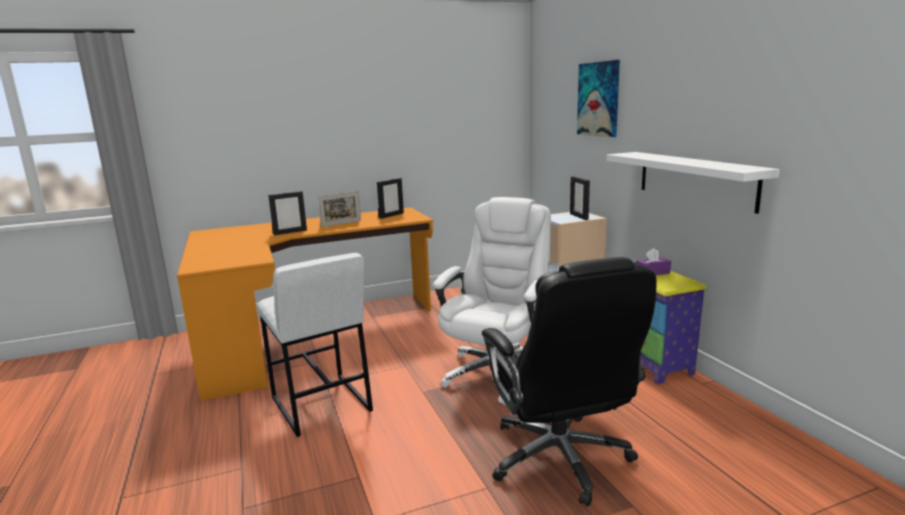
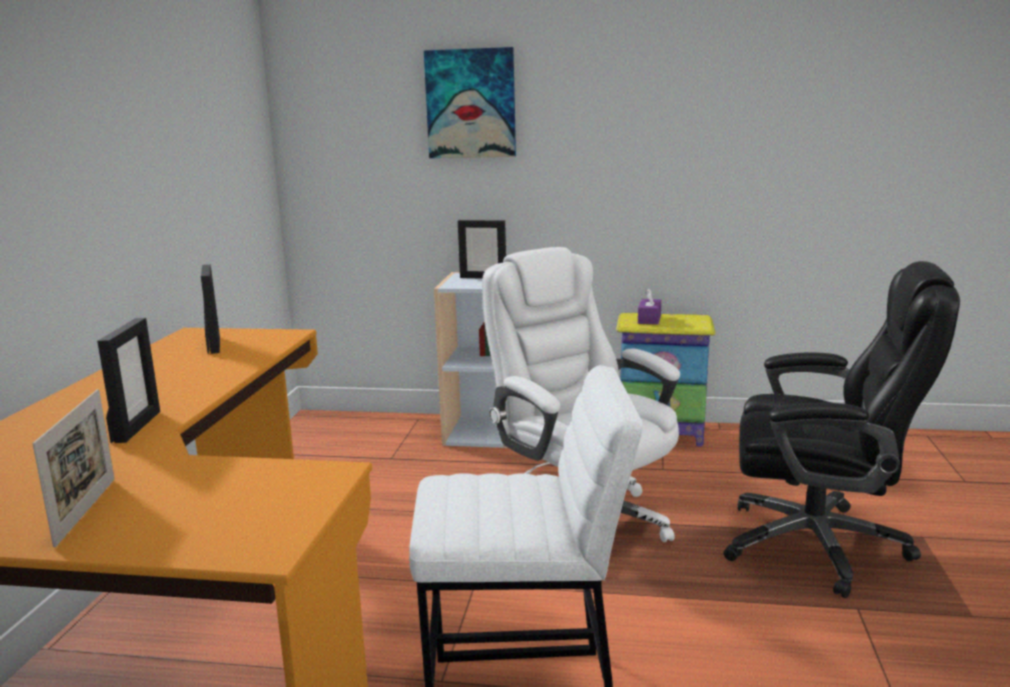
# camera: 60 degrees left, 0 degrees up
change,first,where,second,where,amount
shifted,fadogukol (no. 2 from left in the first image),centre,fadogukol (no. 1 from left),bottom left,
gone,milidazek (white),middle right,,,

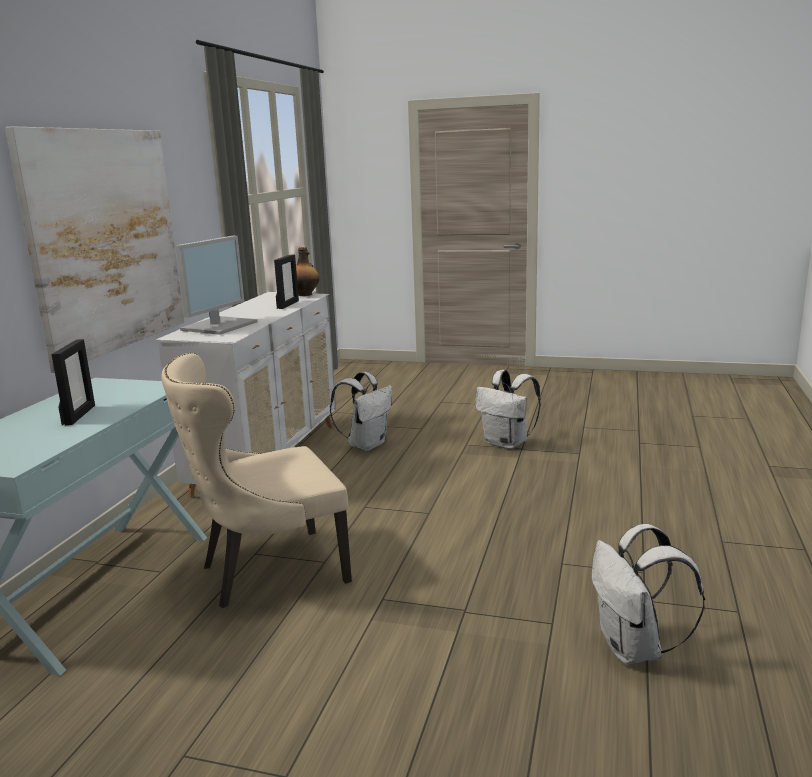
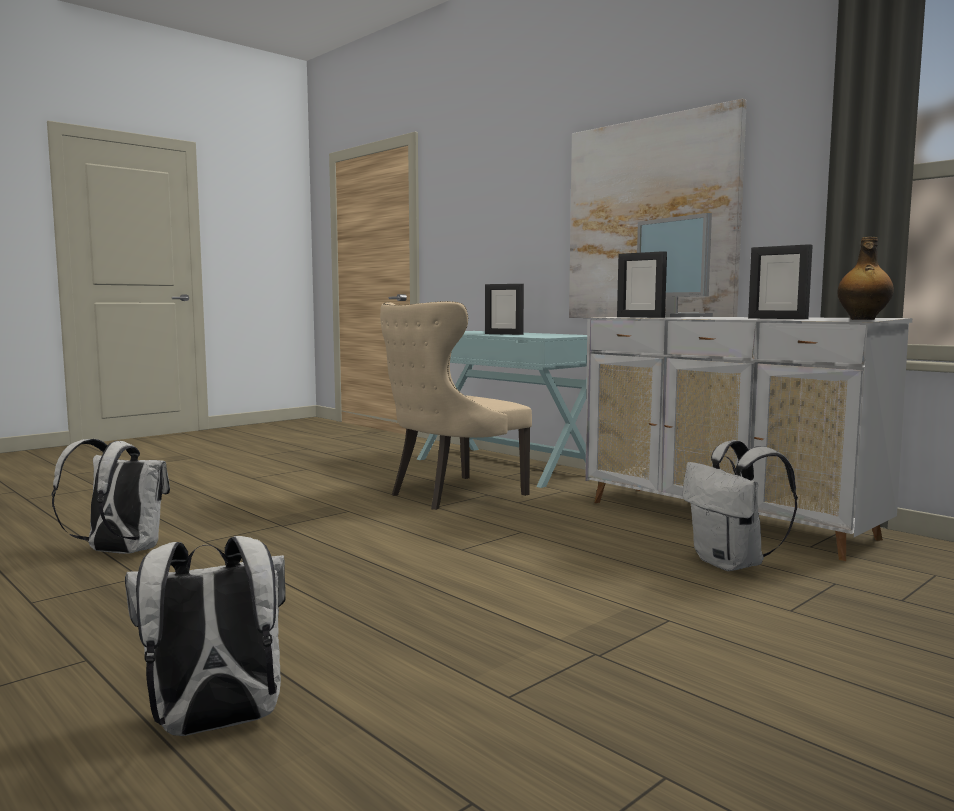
# camera: 120 degrees right, 10 degrees down
change,first,where,second,where,amount
rotated,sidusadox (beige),middle left,,centre,135 degrees counterclockwise
shifted,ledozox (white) (no. 2 from left),centre,,bottom left,
new,,,fadogukol (no. 2 from left),middle right,

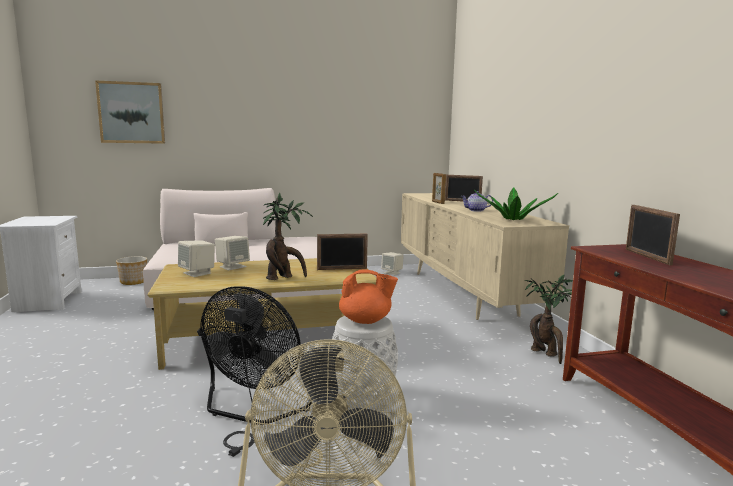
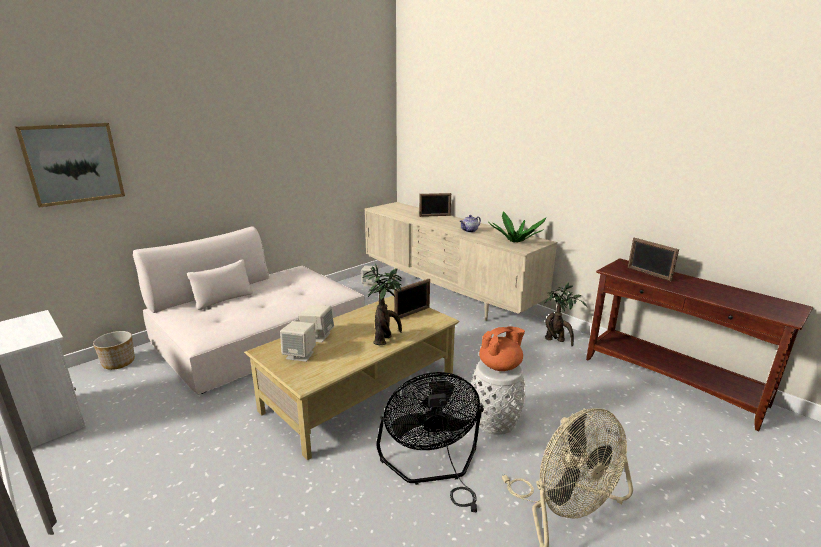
# camera: 30 degrees left, 10 degrees up
change,first,where,second,where,amount
gone,fadogukol (no. 2 from left),centre,,,

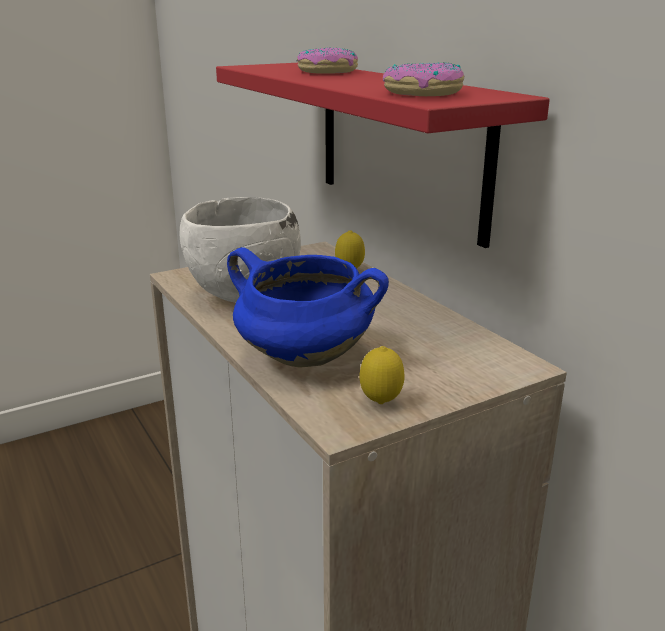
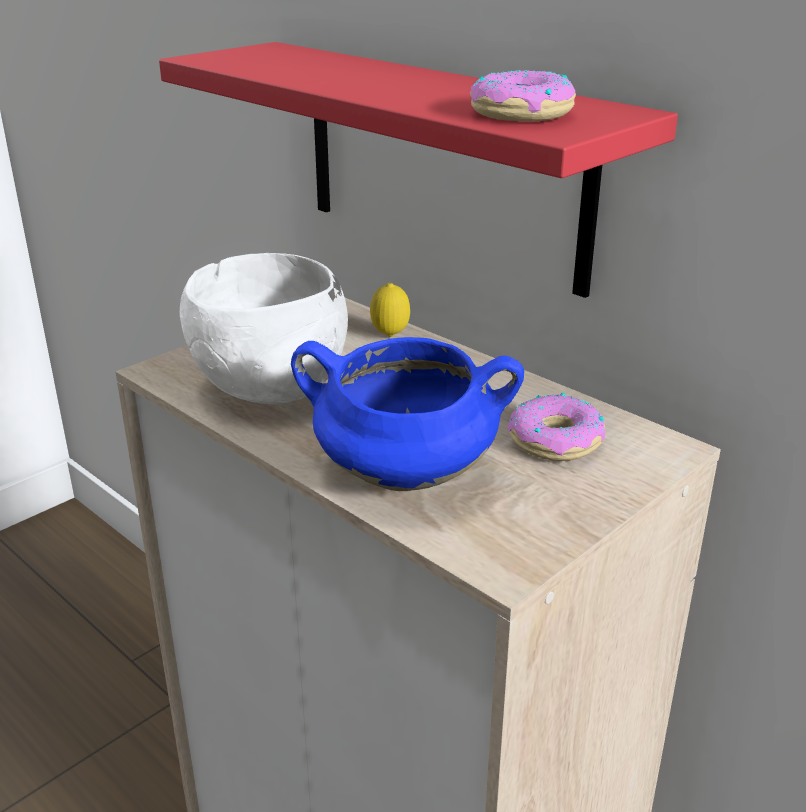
# camera: 15 degrees left, 5 degrees up
change,first,where,second,where,amount
shifted,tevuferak (no. 1 from left in the first image),top centre,tevuferak (no. 2 from left),middle right,
gone,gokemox (no. 2 from left),centre,,,

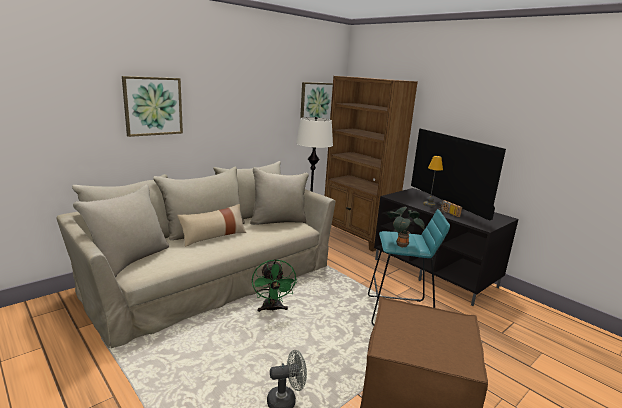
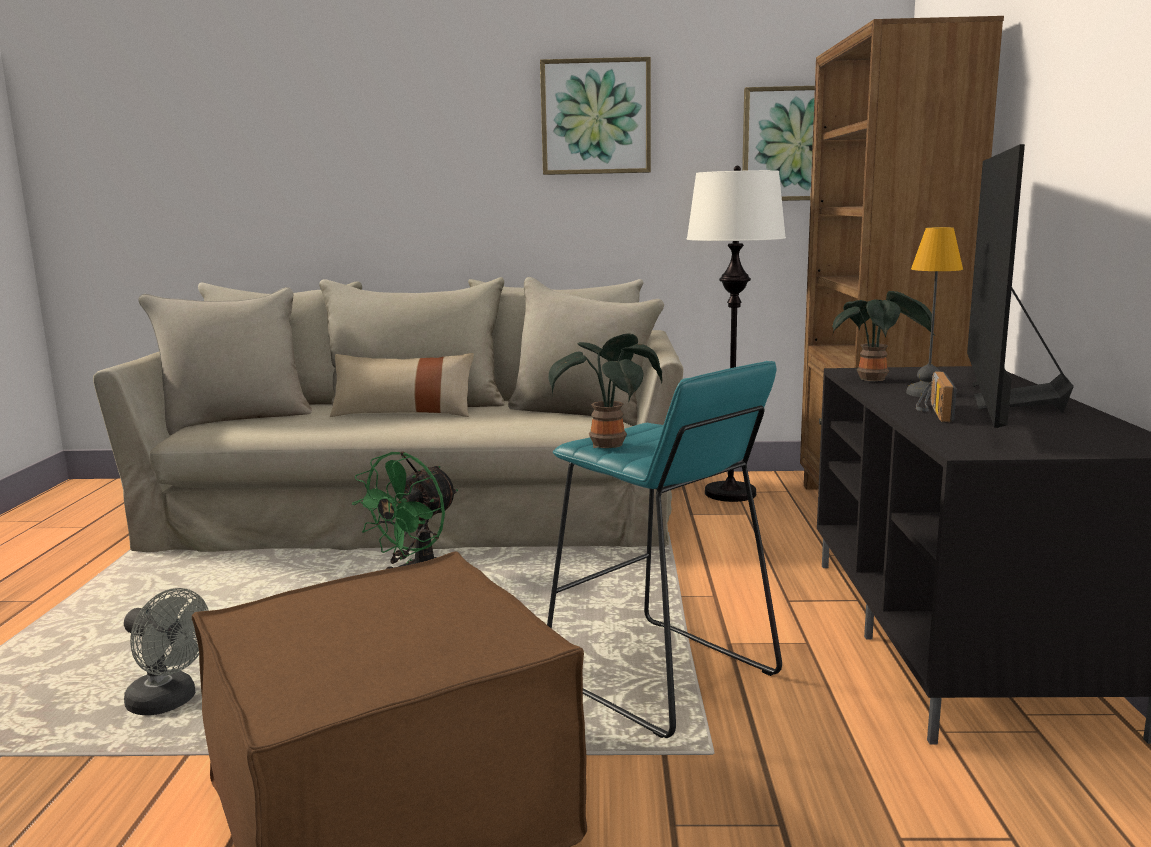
# camera: 45 degrees right, 5 degrees down
change,first,where,second,where,amount
shifted,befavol (no. 1 from left),top left,,top centre,
new,,,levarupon (no. 2 from left),middle right,

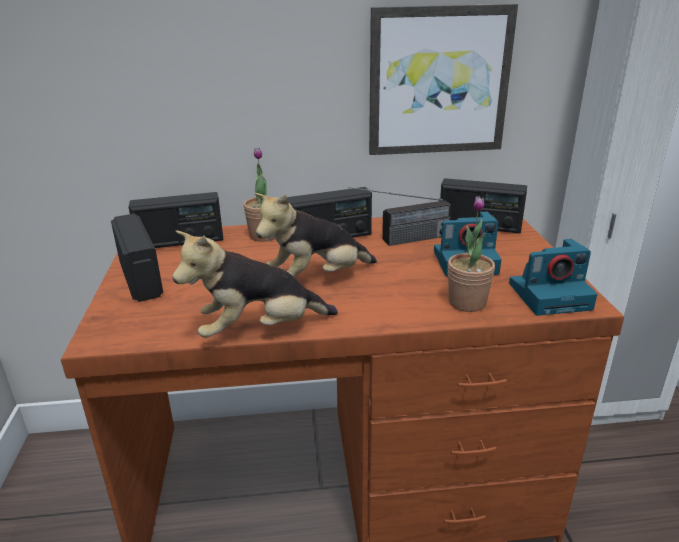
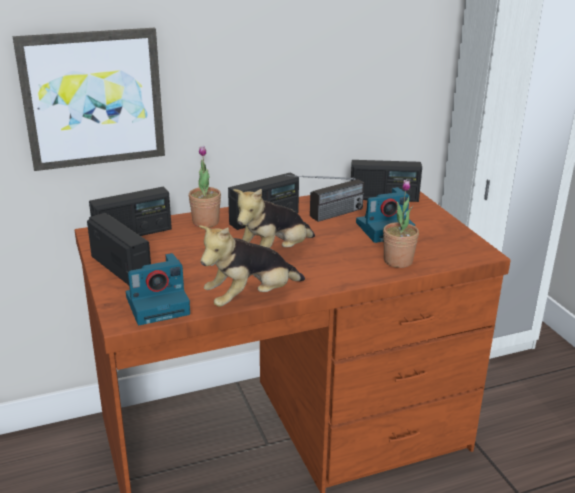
# camera: 15 degrees left, 0 degrees up
change,first,where,second,where,amount
shifted,befavol,top centre,,top left,
shifted,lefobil (no. 2 from left in the first image),middle right,lefobil (no. 1 from left),middle left,

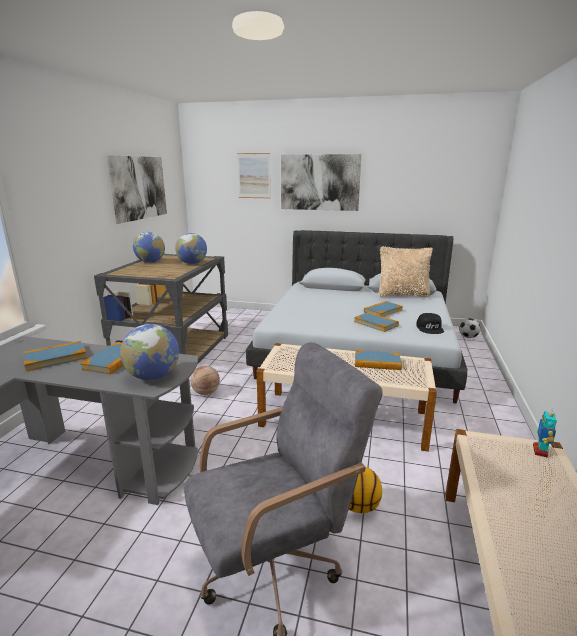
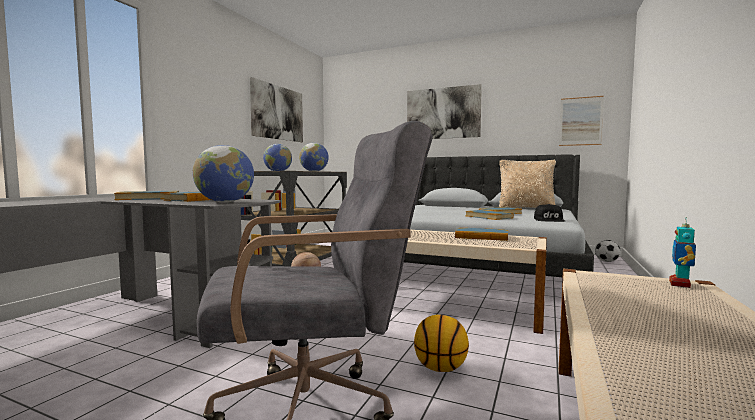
# camera: 10 degrees right, 15 degrees down
change,first,where,second,where,amount
shifted,befavol (no. 2 from left in the first image),top centre,befavol (no. 3 from left),top right,

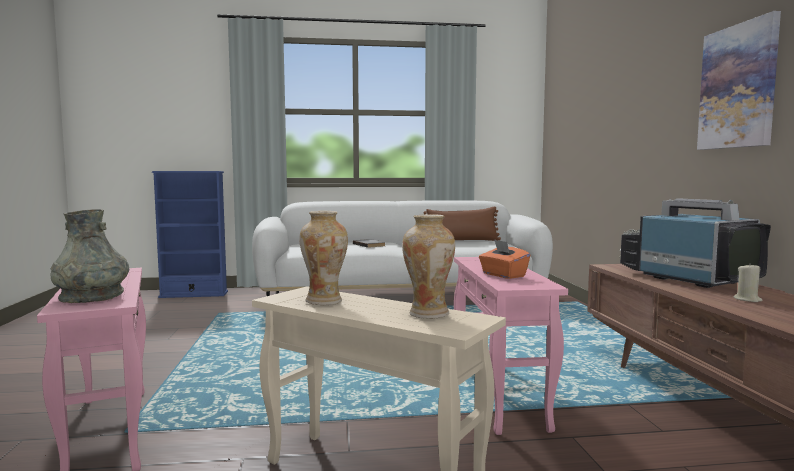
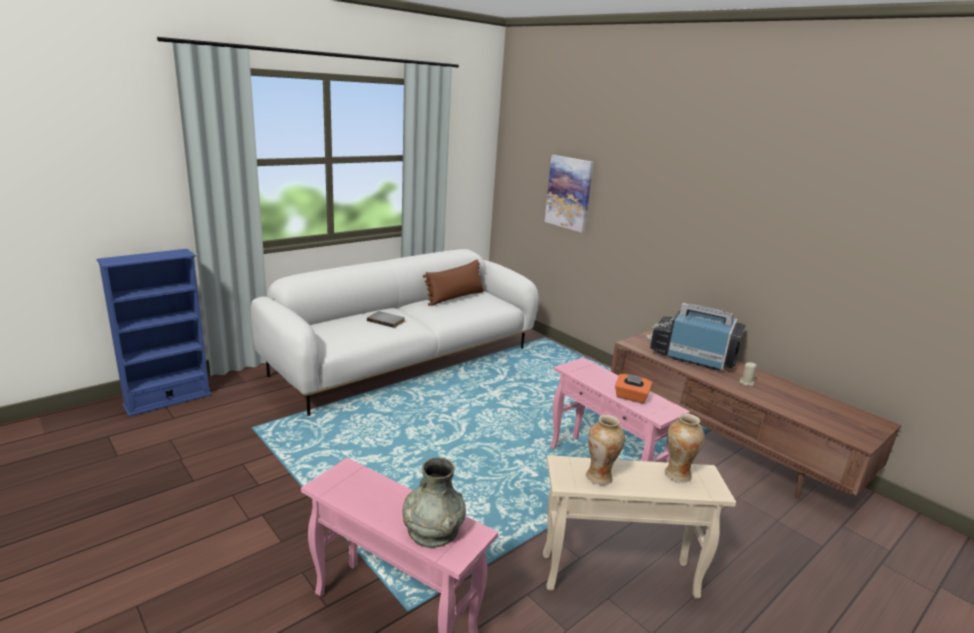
# camera: 35 degrees left, 15 degrees up
change,first,where,second,where,amount
shifted,befavol,top right,,top centre,

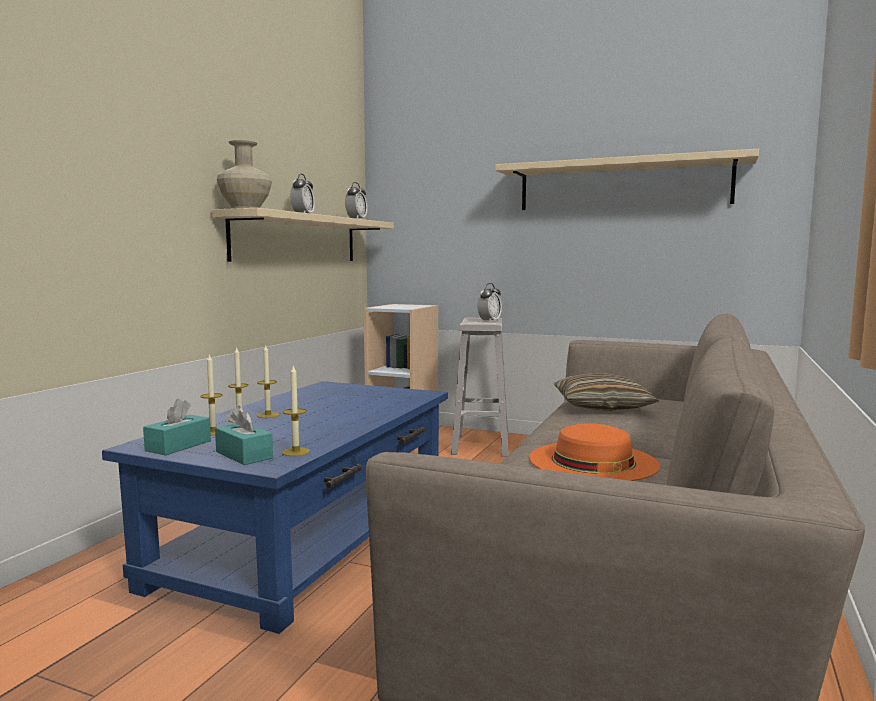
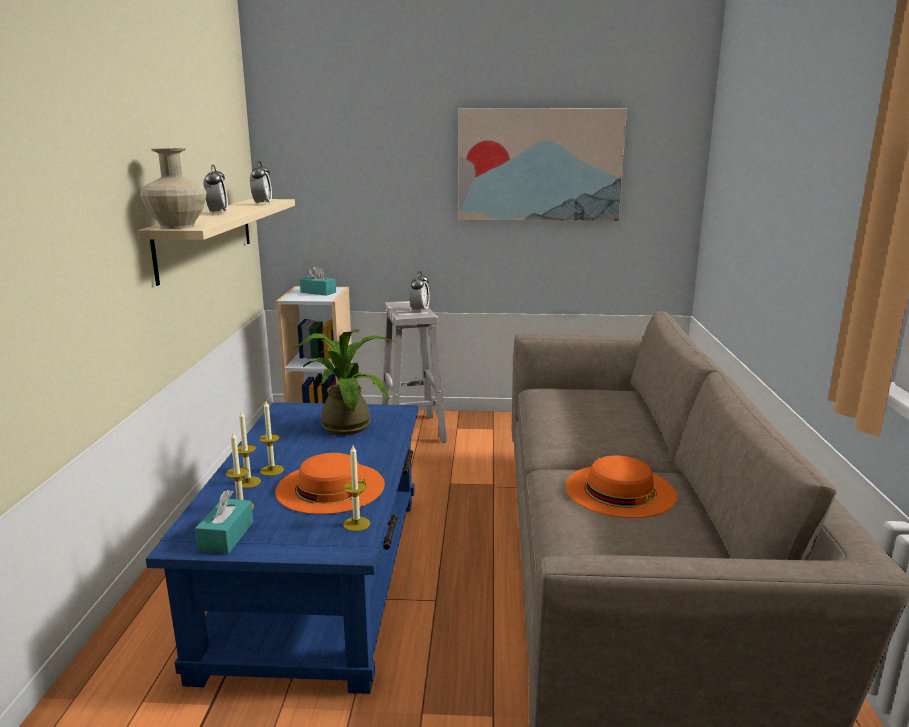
# camera: 20 degrees left, 10 degrees up
change,first,where,second,where,amount
shifted,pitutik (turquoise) (no. 2 from left),middle left,,centre,
swapped,milidazek (beige) (no. 2 from left),top right,befavol,top centre,
gone,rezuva,middle right,,,
new,,,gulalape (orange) (no. 1 from left),centre,
new,,,levarupon,centre,

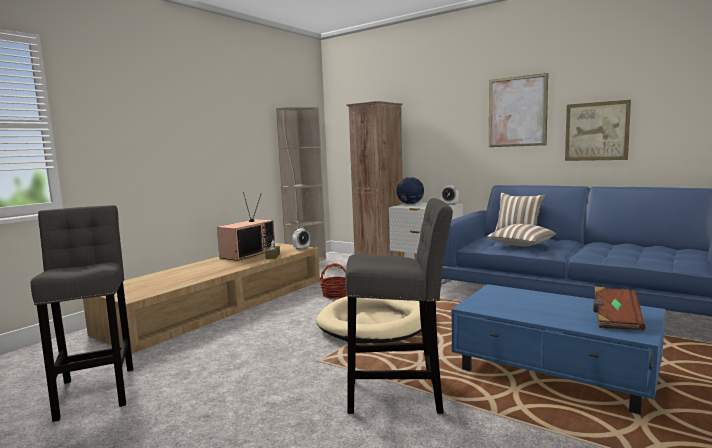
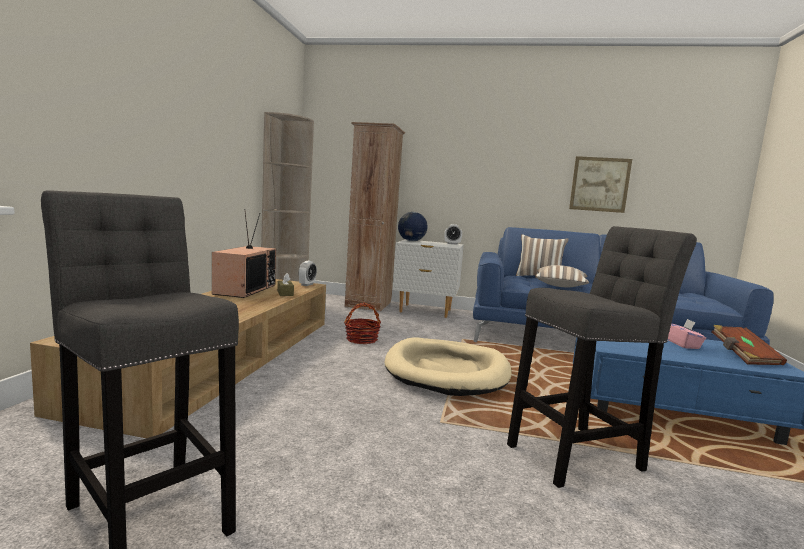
# camera: 25 degrees left, 0 degrees up
change,first,where,second,where,amount
gone,befavol (no. 1 from left),top right,,,
new,,,pitutik (pink),middle right,

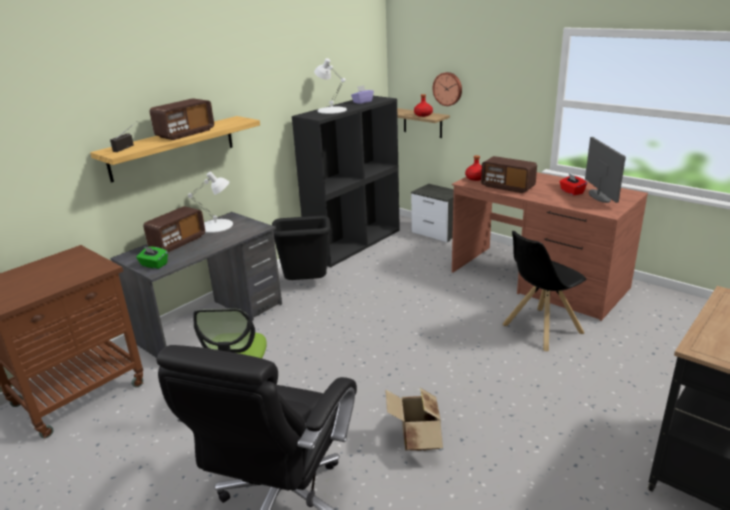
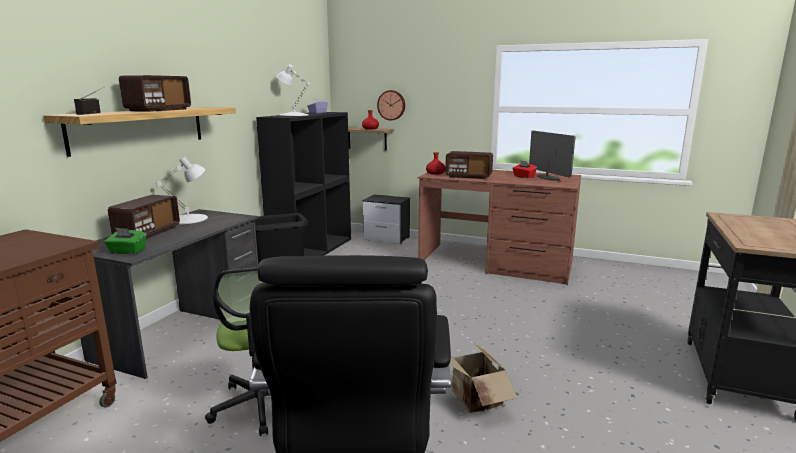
# camera: 20 degrees left, 10 degrees down
change,first,where,second,where,amount
gone,sidusadox (black),middle right,,,

